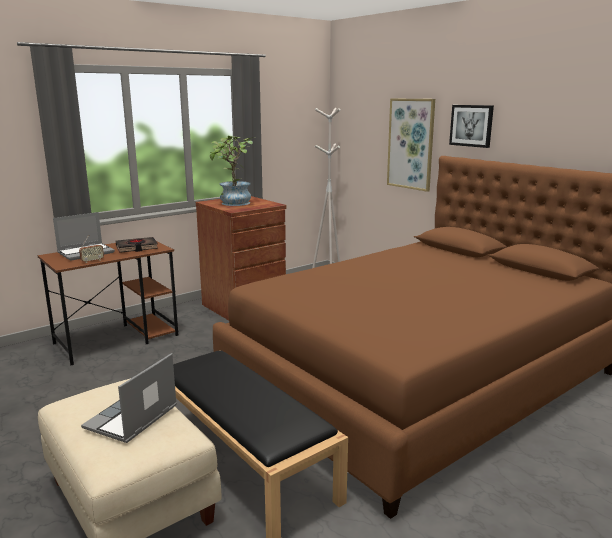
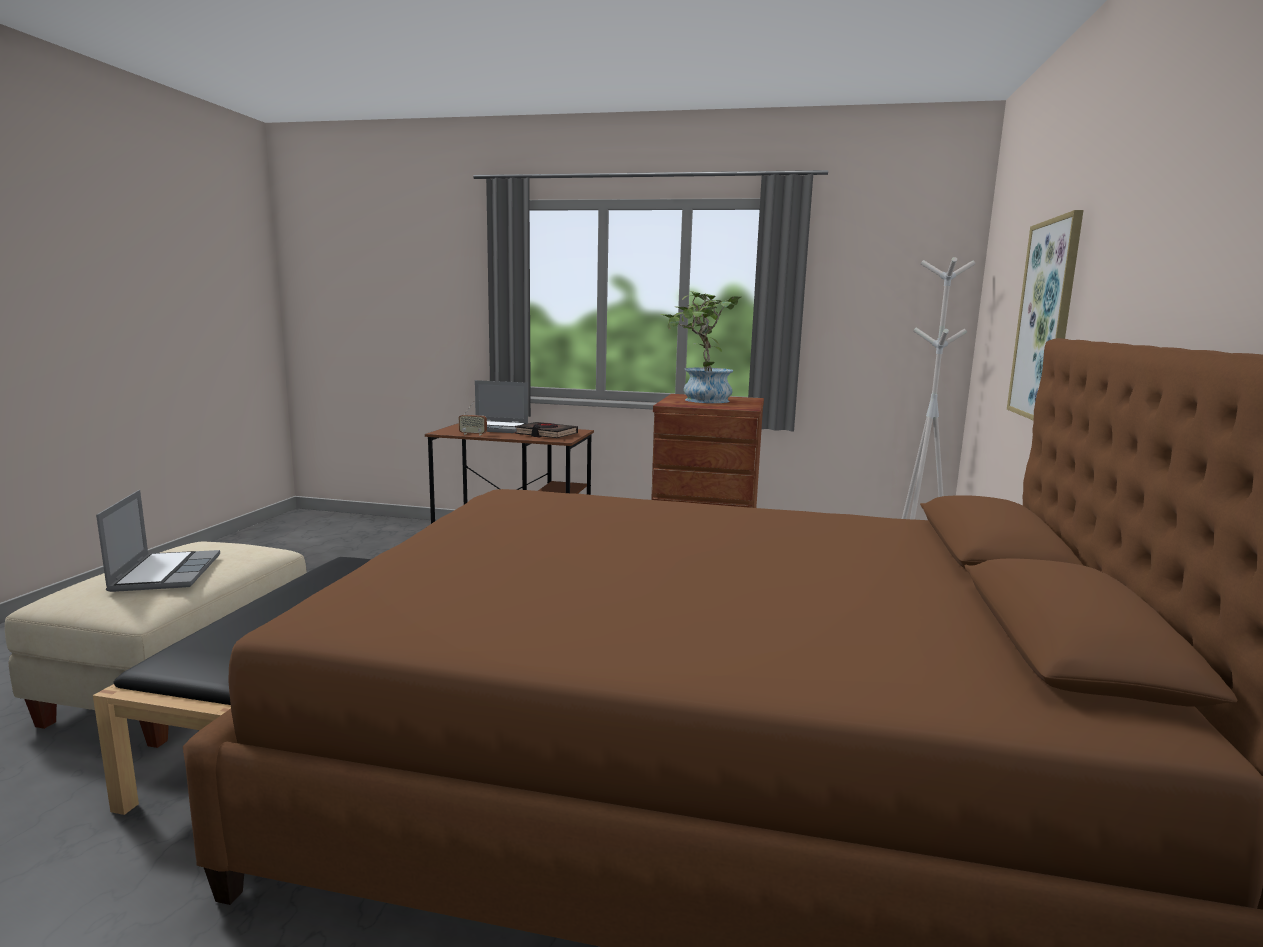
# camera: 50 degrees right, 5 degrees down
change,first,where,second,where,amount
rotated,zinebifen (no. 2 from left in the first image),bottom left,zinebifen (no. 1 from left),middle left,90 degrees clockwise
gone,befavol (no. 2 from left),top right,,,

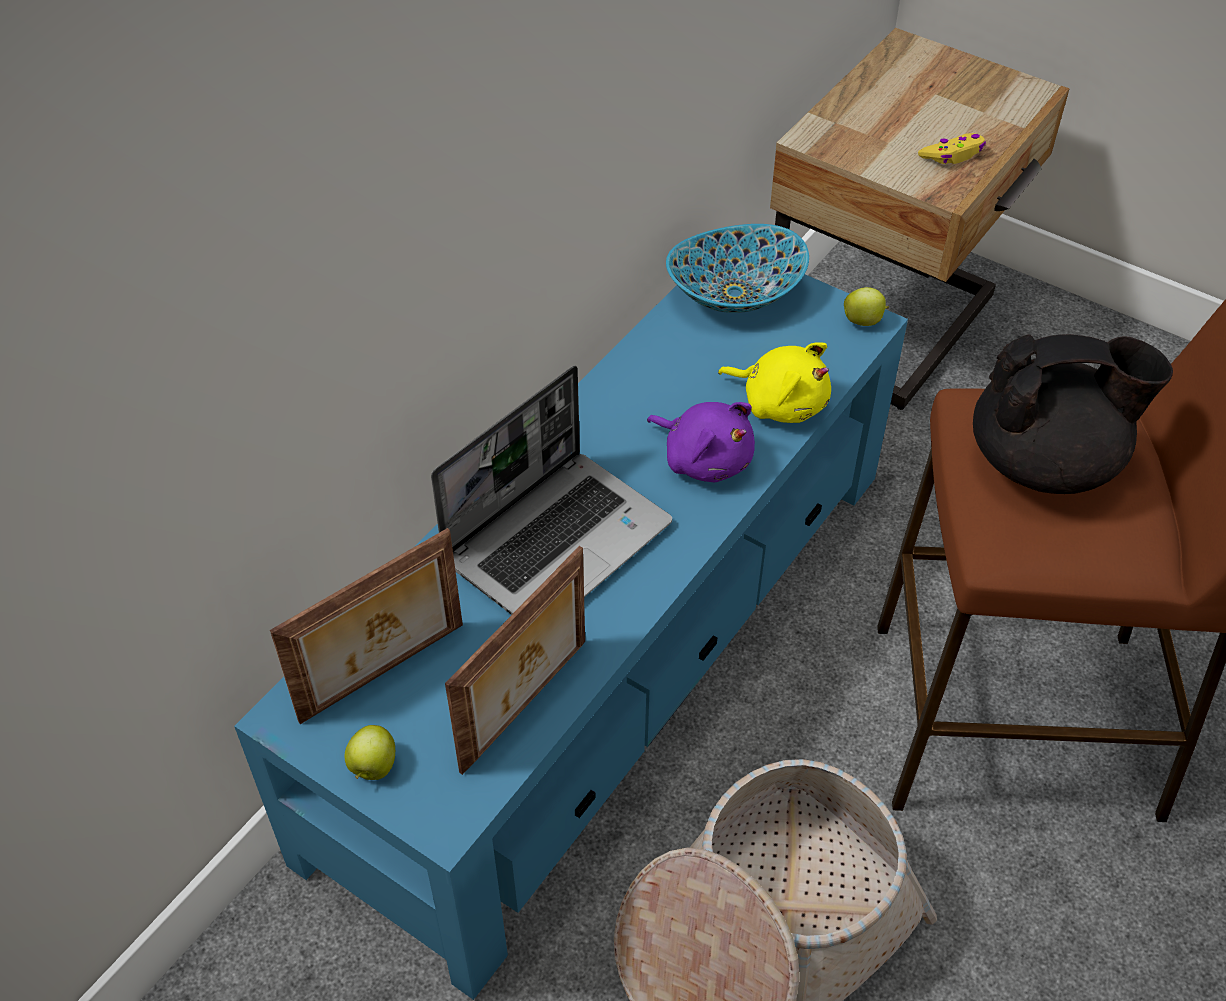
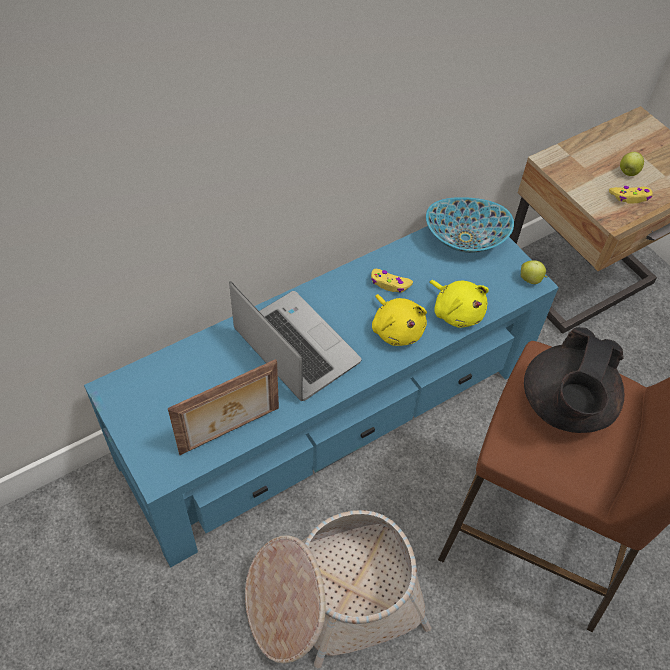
# camera: 20 degrees right, 5 degrees up
change,first,where,second,where,amount
gone,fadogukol (no. 1 from left),middle left,,,
shifted,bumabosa (no. 1 from left in the first image),bottom left,bumabosa (no. 2 from left),top right,
rotated,zinebifen,centre,,centre,105 degrees counterclockwise
repainted,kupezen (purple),centre,kupezen (yellow) (no. 1 from left),centre,
rotated,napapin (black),middle right,,middle right,90 degrees clockwise
new,,,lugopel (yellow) (no. 1 from left),centre,

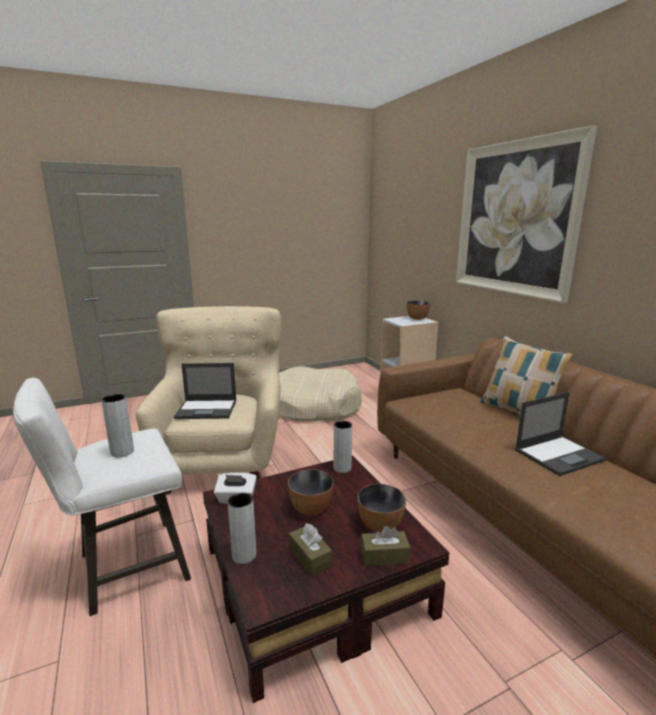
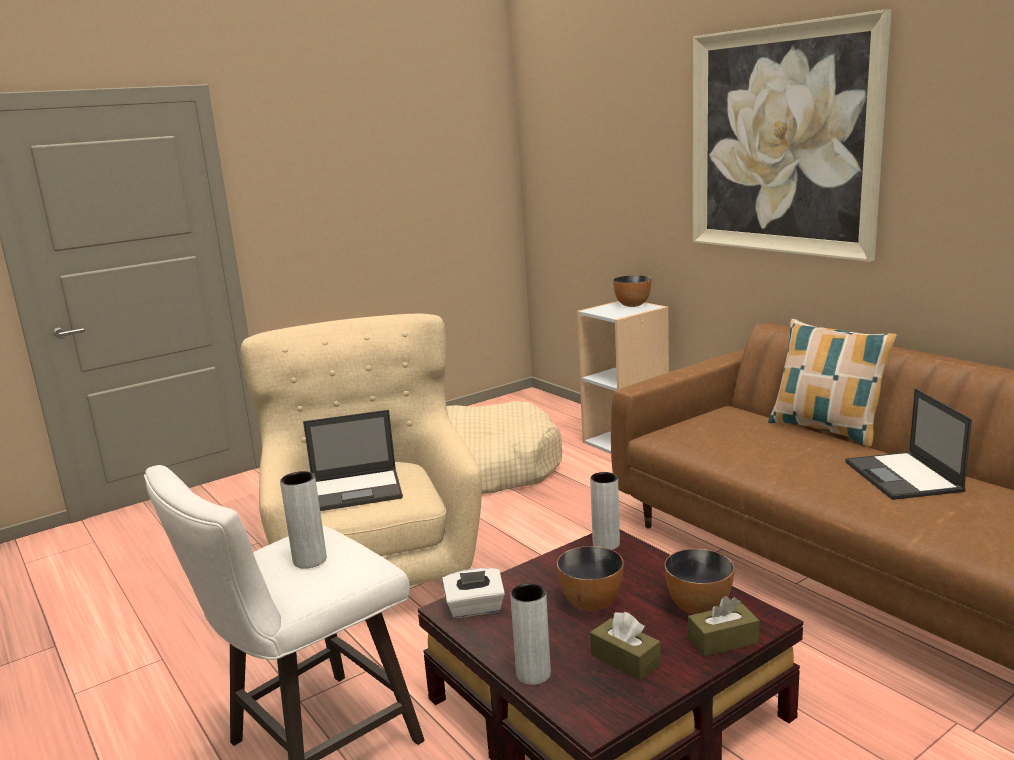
# camera: 10 degrees left, 0 degrees up
change,first,where,second,where,amount
rotated,zinebifen (no. 2 from left),middle right,,middle right,120 degrees clockwise

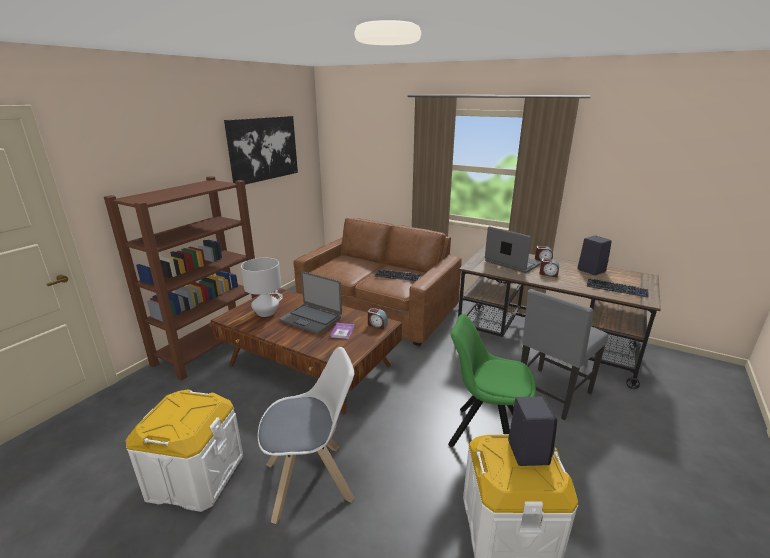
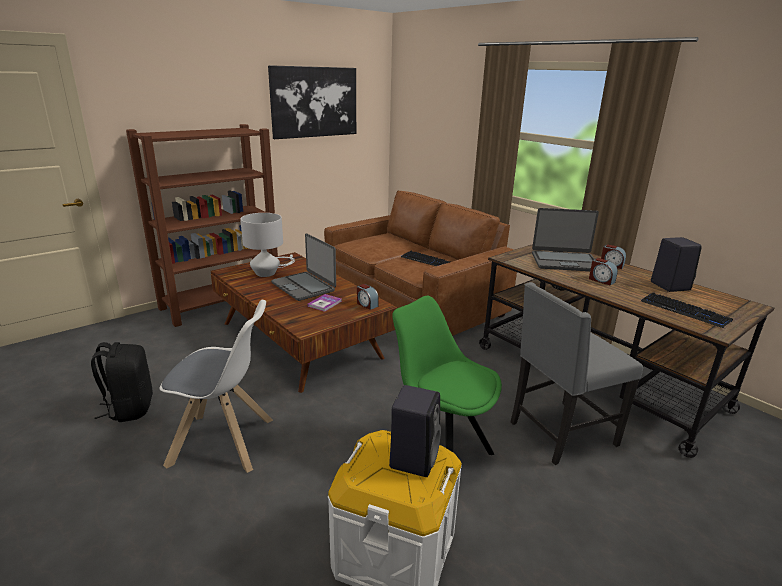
# camera: 20 degrees right, 0 degrees up
change,first,where,second,where,amount
swapped,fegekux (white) (no. 1 from left),bottom left,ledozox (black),middle left,
rotated,zinebifen (no. 2 from left),centre,,middle right,120 degrees clockwise

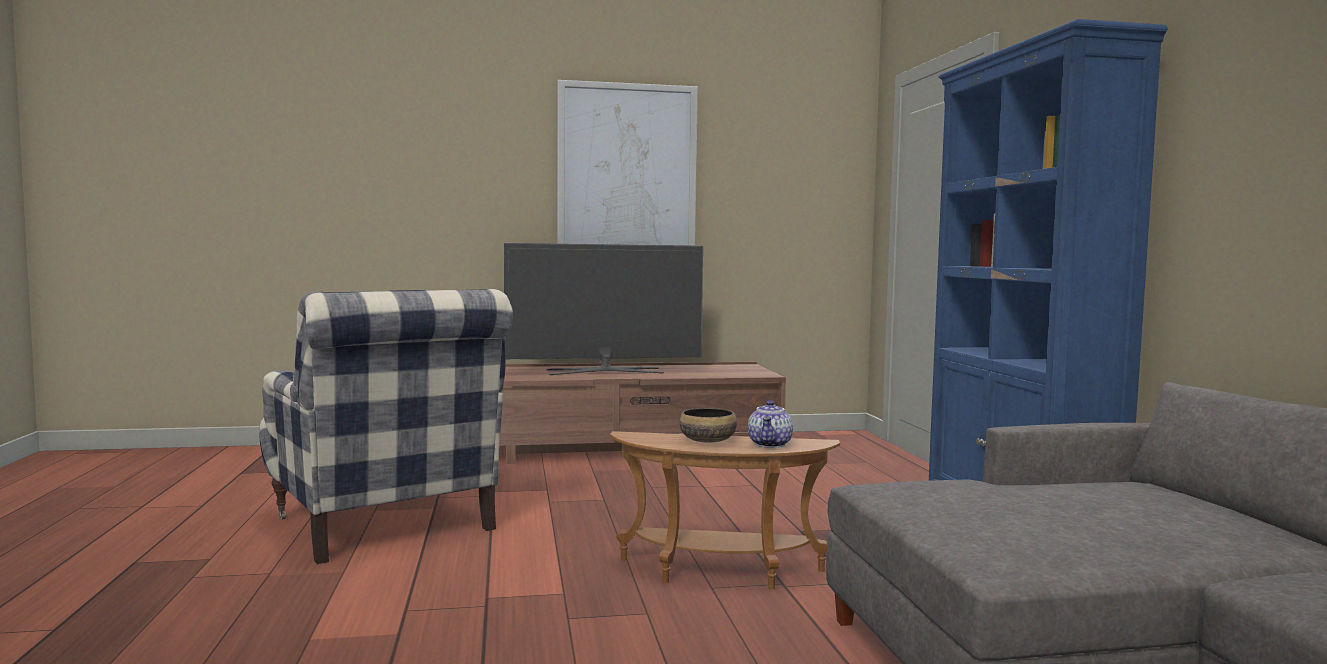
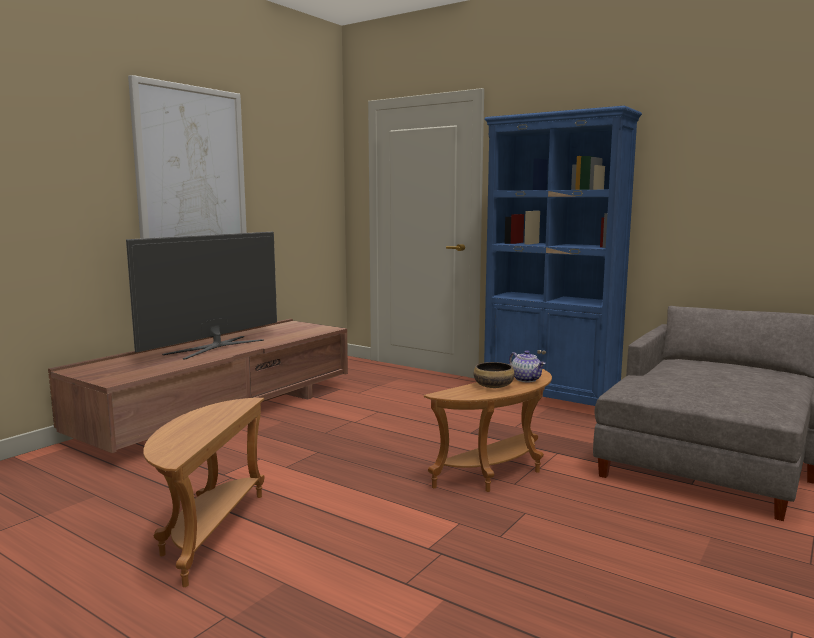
# camera: 45 degrees left, 5 degrees up
change,first,where,second,where,amount
swapped,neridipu,middle left,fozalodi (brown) (no. 1 from left),bottom left,

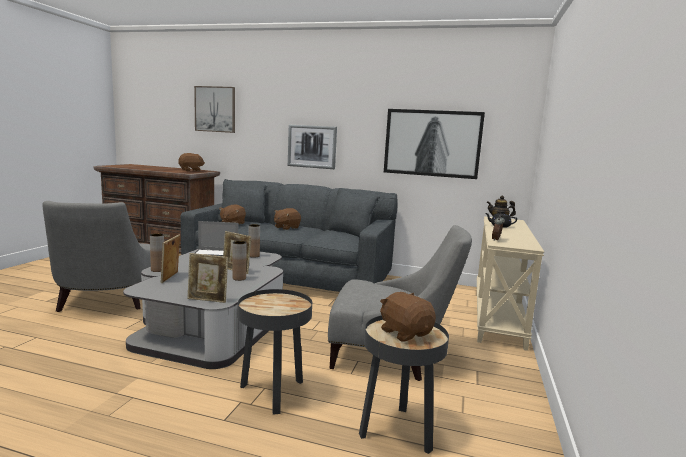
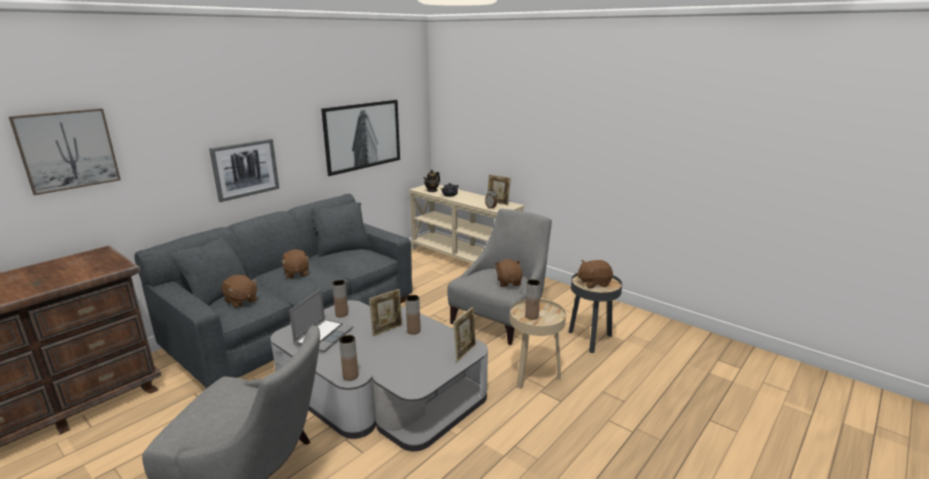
# camera: 65 degrees left, 10 degrees up
change,first,where,second,where,amount
shifted,fadogukol (no. 1 from left in the first image),middle left,fadogukol (no. 3 from left),centre,
shifted,kupezen (brown) (no. 1 from left in the first image),middle left,kupezen (brown) (no. 3 from left),centre,
repainted,fozalodi (black) (no. 1 from left),bottom centre,fozalodi (beige),bottom centre,
new,,,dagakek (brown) (no. 4 from left),centre,

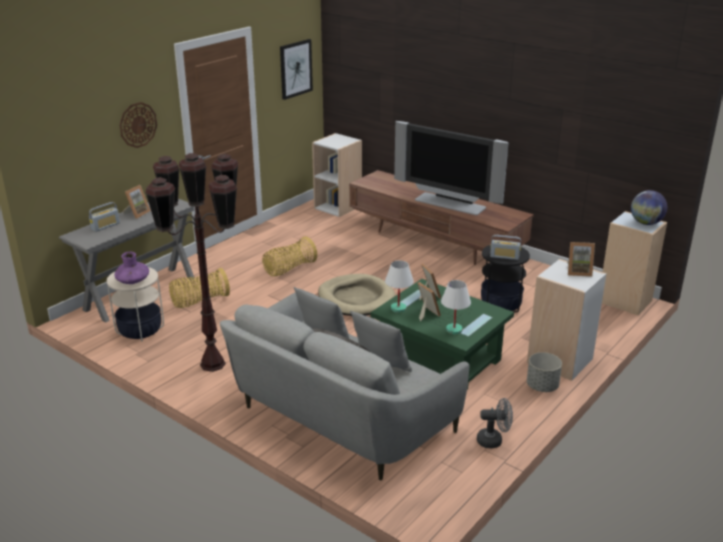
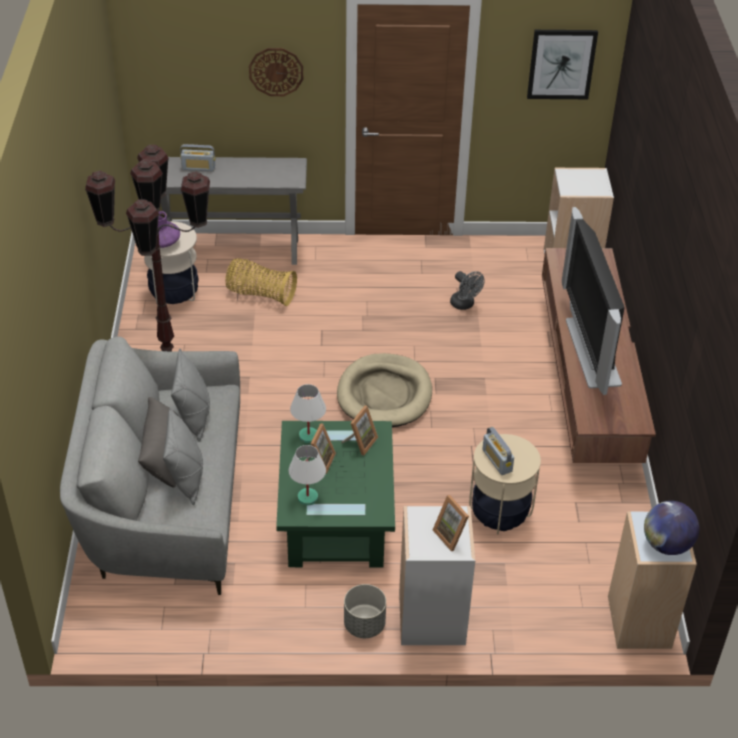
# camera: 50 degrees right, 15 degrees up
change,first,where,second,where,amount
gone,fadogukol (no. 1 from left),middle left,,,
gone,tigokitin (no. 2 from left),centre,,,
shifted,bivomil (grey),bottom right,,centre,
repainted,fozalodi (black),middle right,fozalodi (beige) (no. 2 from left),middle right,

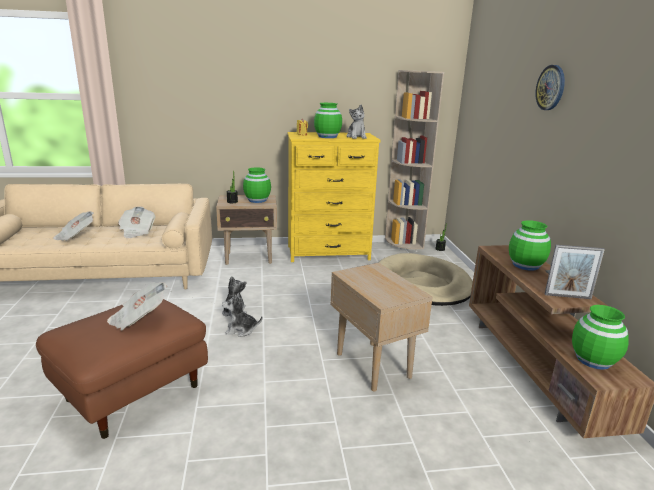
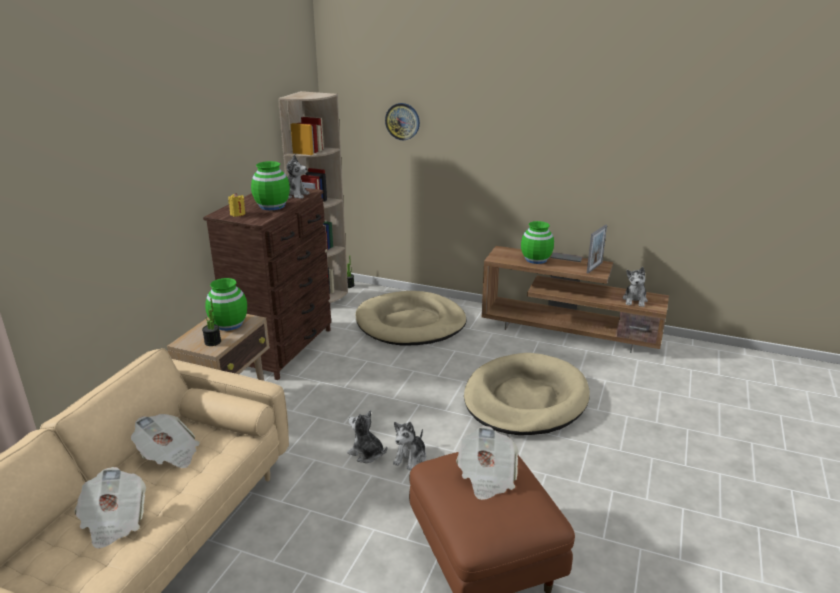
# camera: 60 degrees left, 5 degrees up
change,first,where,second,where,amount
repainted,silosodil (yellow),centre,silosodil (brown),middle left,
swapped,fozalodi (beige) (no. 2 from left),bottom centre,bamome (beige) (no. 2 from left),centre,
shifted,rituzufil,top right,,top centre,
swapped,dagakek (green) (no. 4 from left),bottom right,kupezen (no. 4 from left),middle right,

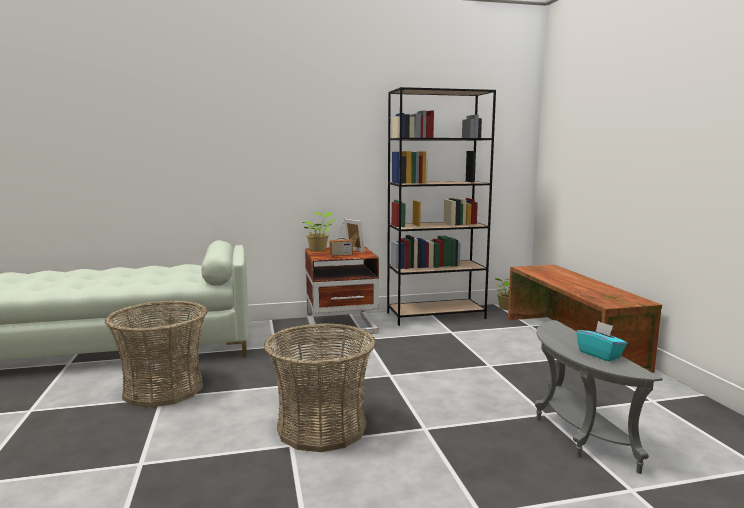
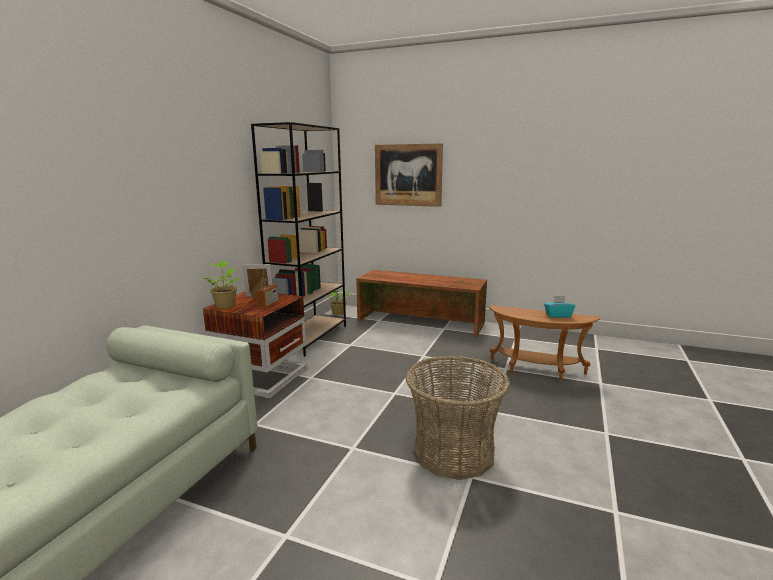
# camera: 55 degrees left, 5 degrees up
change,first,where,second,where,amount
gone,tigokitin (no. 1 from left),bottom left,,,
repainted,fozalodi (grey),bottom right,fozalodi (brown),middle right,
new,,,befavol,top centre,

